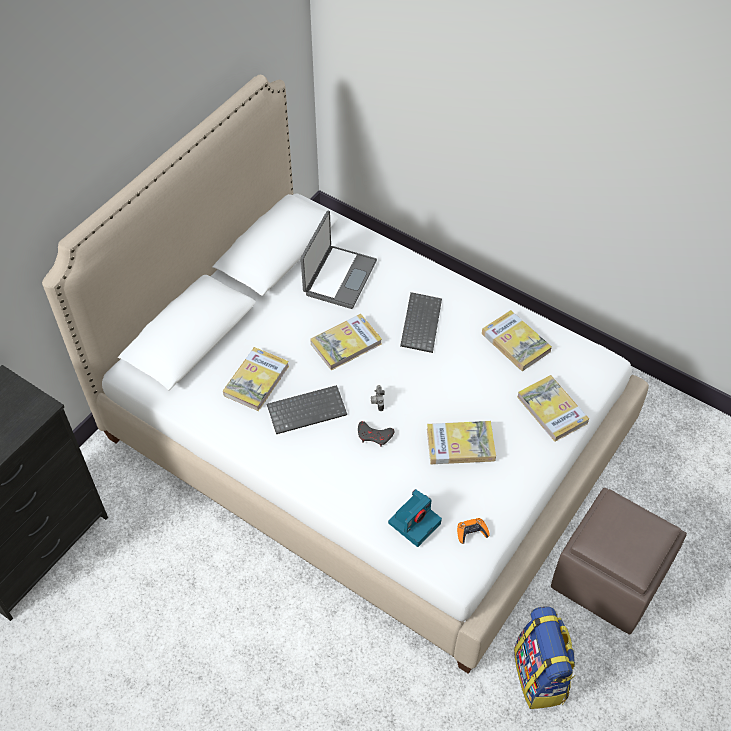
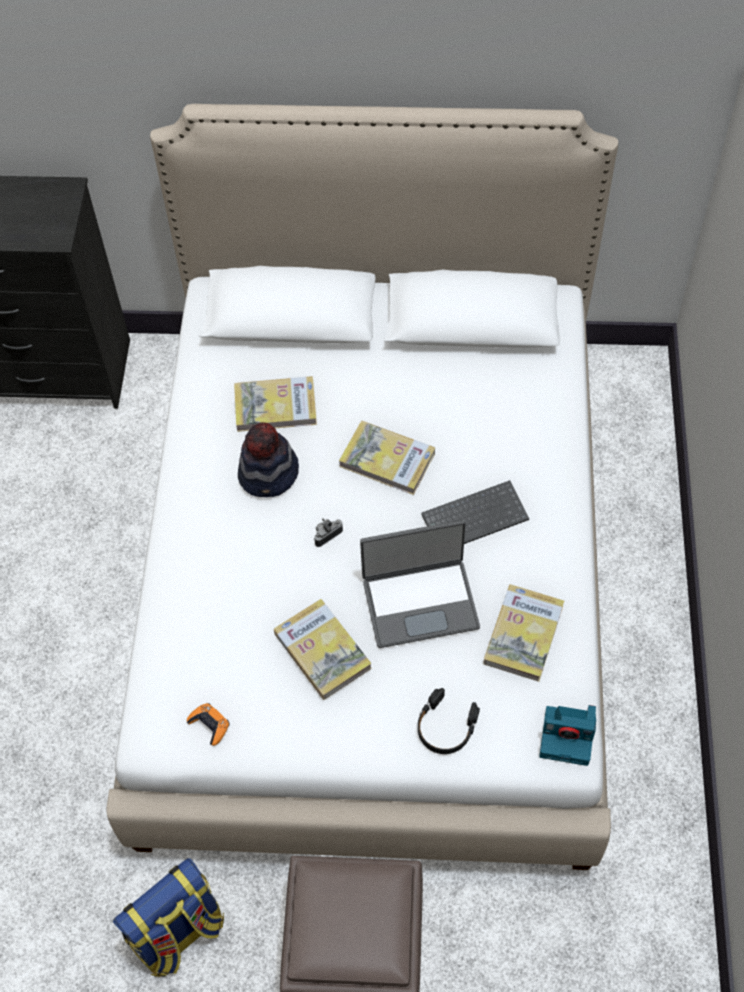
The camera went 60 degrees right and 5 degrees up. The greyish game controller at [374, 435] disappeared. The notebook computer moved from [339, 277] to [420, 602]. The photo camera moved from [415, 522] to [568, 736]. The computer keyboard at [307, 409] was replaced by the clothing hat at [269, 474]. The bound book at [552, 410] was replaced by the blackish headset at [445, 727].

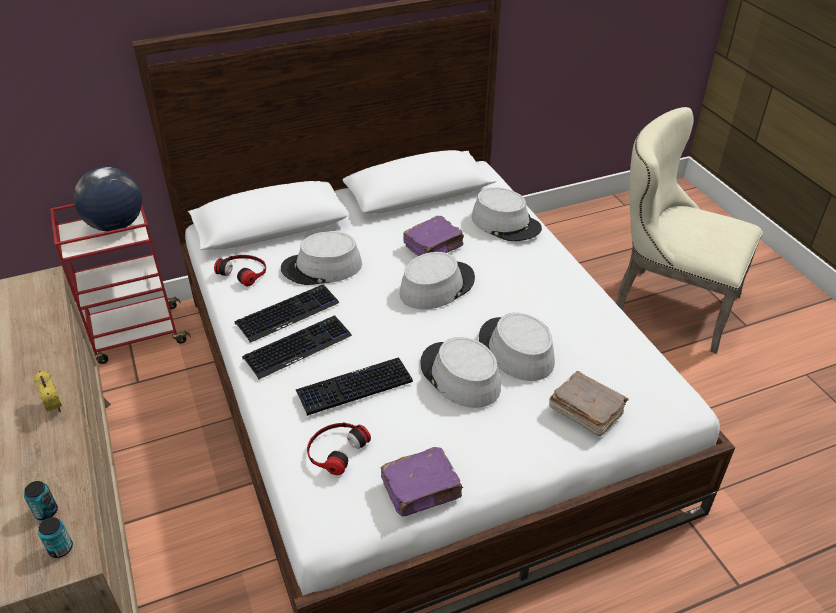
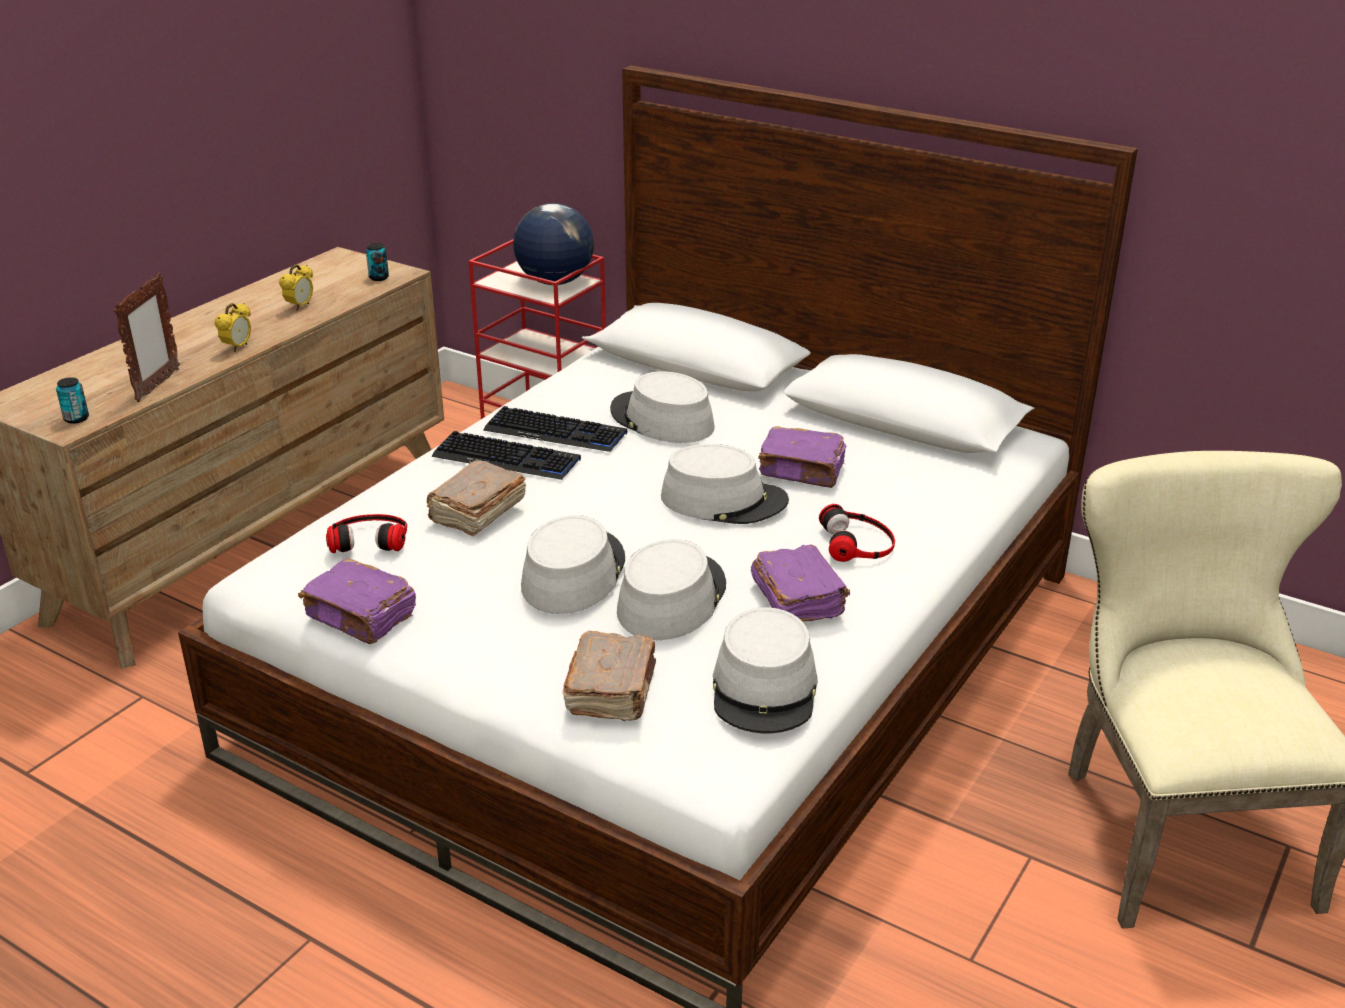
The camera went 55 degrees right and 10 degrees down. The photo frame at [157, 386] appeared. The table clock at [300, 306] appeared. The purple-coloured bound book at [798, 599] appeared. The can moved from [46, 512] to [379, 278]. The headset moved from [244, 271] to [858, 543]. The greyish clothing hat moved from [506, 223] to [765, 688]. The computer keyboard at [354, 387] was replaced by the brown bound book at [476, 512].

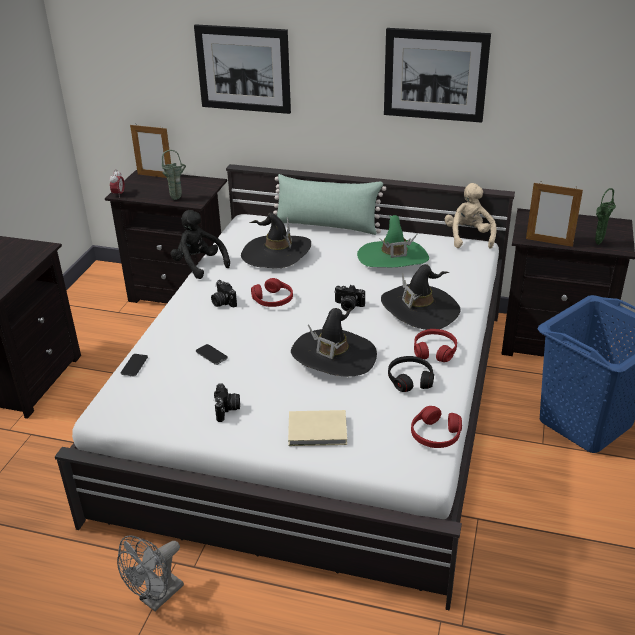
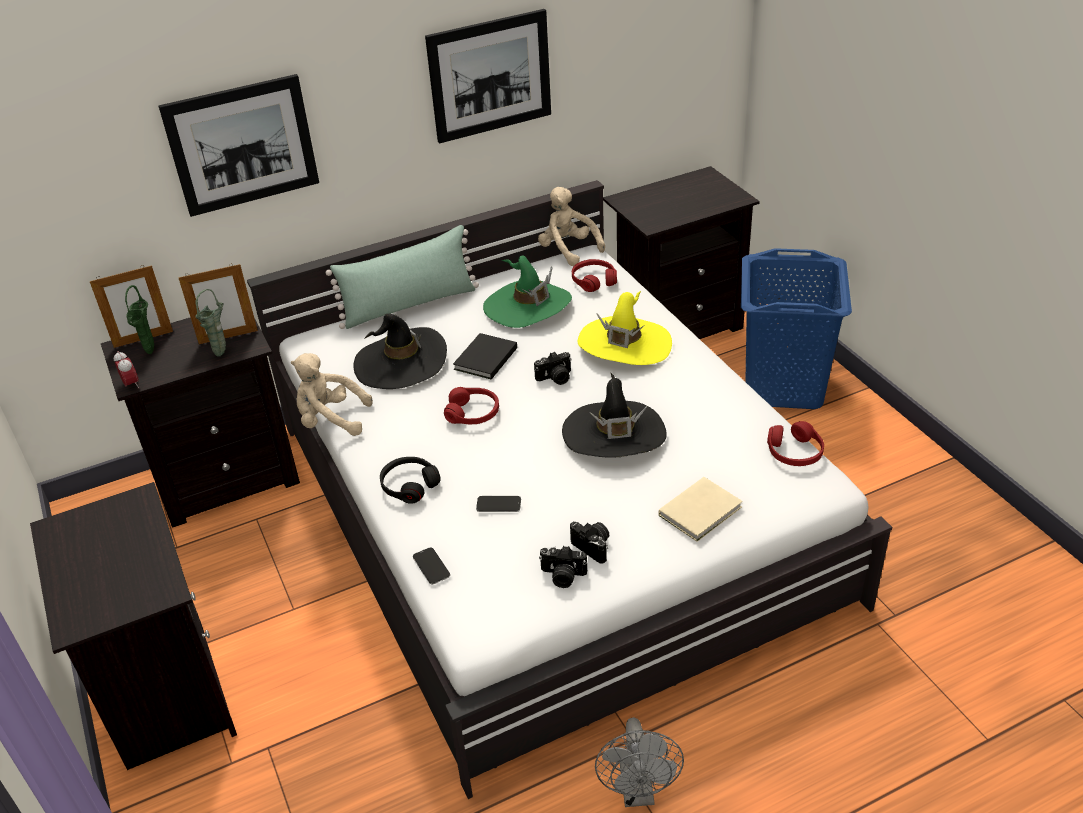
The camera went 40 degrees left and 5 degrees up. The blackish bound book at [484, 359] appeared. The photo camera moved from [222, 302] to [562, 576]. The blackish headset moved from [410, 379] to [409, 485]. The red-coloured headset moved from [434, 350] to [593, 281]. The photo frame moved from [549, 242] to [228, 337]. The green vase moved from [598, 244] to [150, 353]. The blackish soft toy at [199, 265] became the sand-coloured soft toy at [331, 420]. The blackish clothing hat at [420, 309] became the yellow-coloured clothing hat at [624, 345].

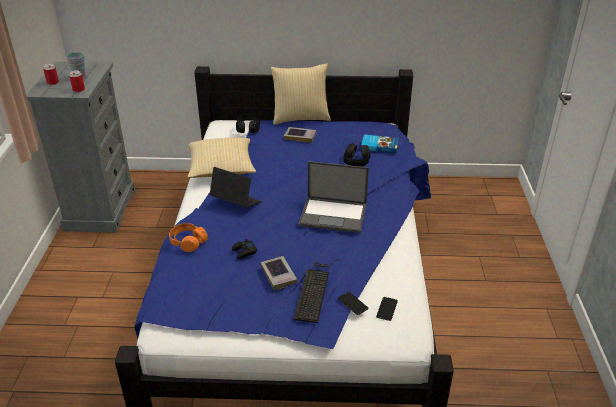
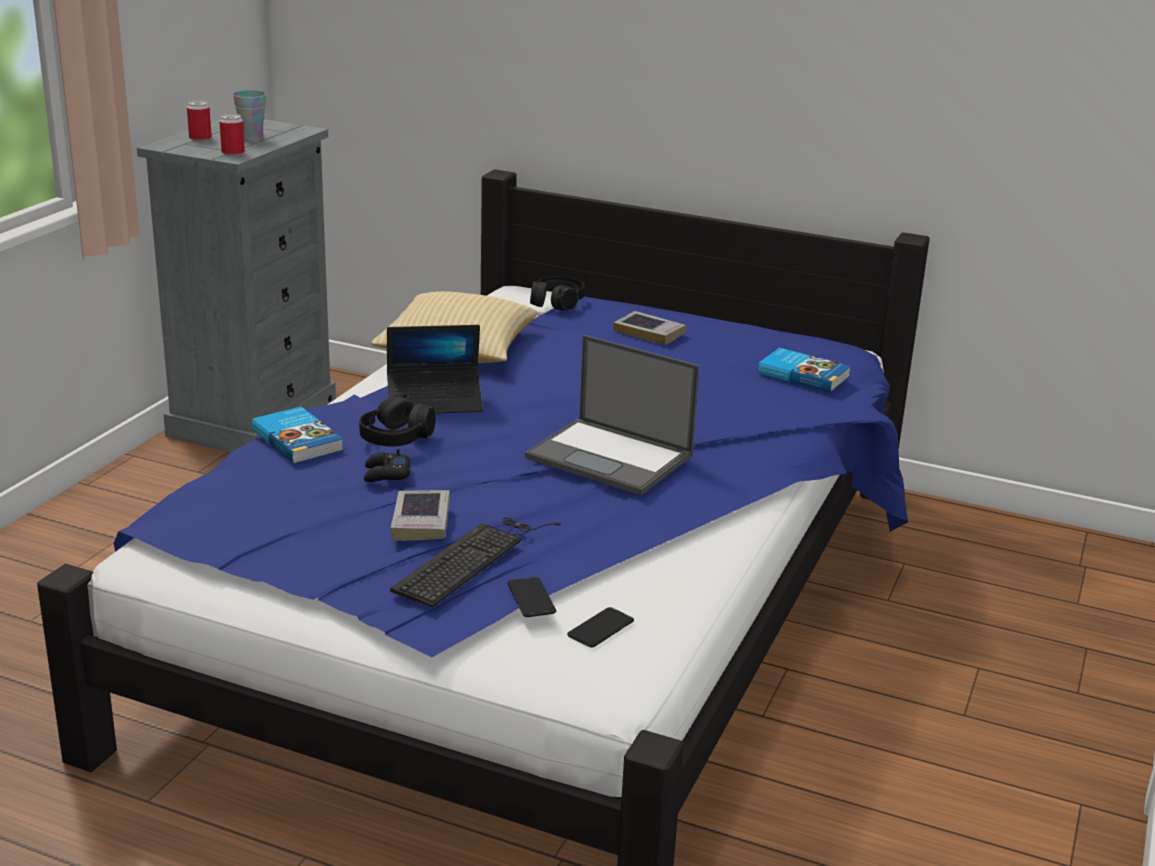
The camera went 20 degrees right and 10 degrees down. The cushion at [300, 118] disappeared. The blackish headset moved from [356, 161] to [396, 437]. The orangey headset at [188, 242] was replaced by the bound book at [298, 440]. The notebook computer at [236, 202] turned 120 degrees clockwise.

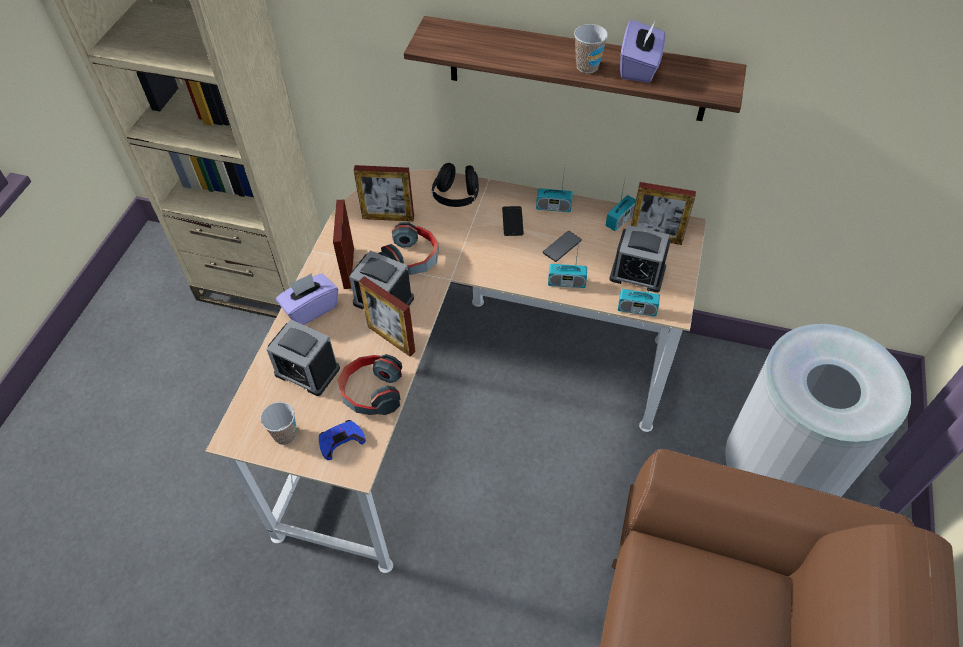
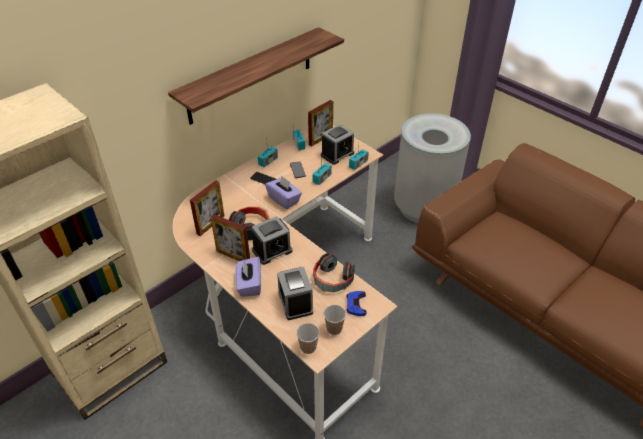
The camera went 60 degrees left and 10 degrees down. The photo frame at [391, 339] disappeared. The blackish headset at [456, 197] disappeared. The drinking cup moved from [587, 66] to [308, 347]. The purple-coloured tissue box moved from [639, 67] to [284, 200]. The table clock at [307, 371] turned 105 degrees clockwise.

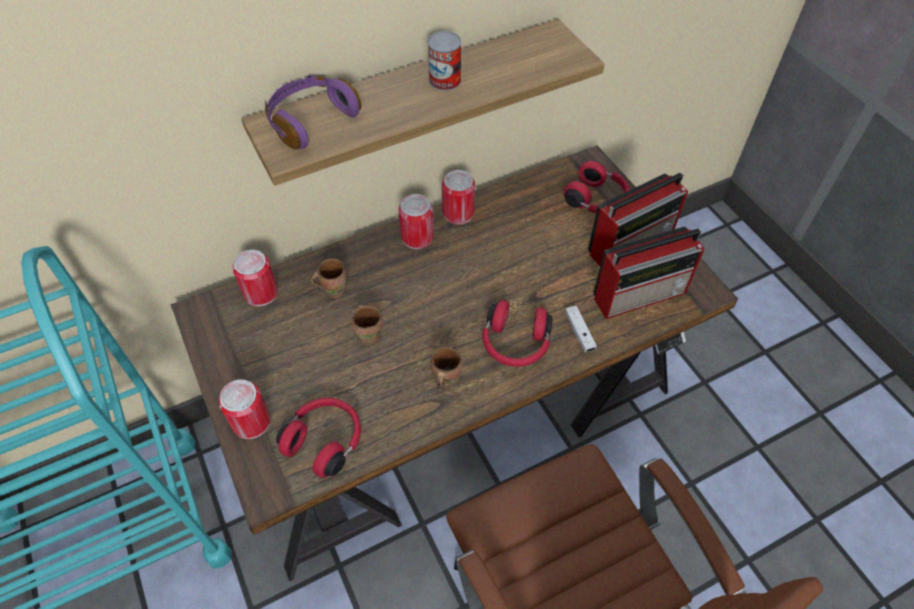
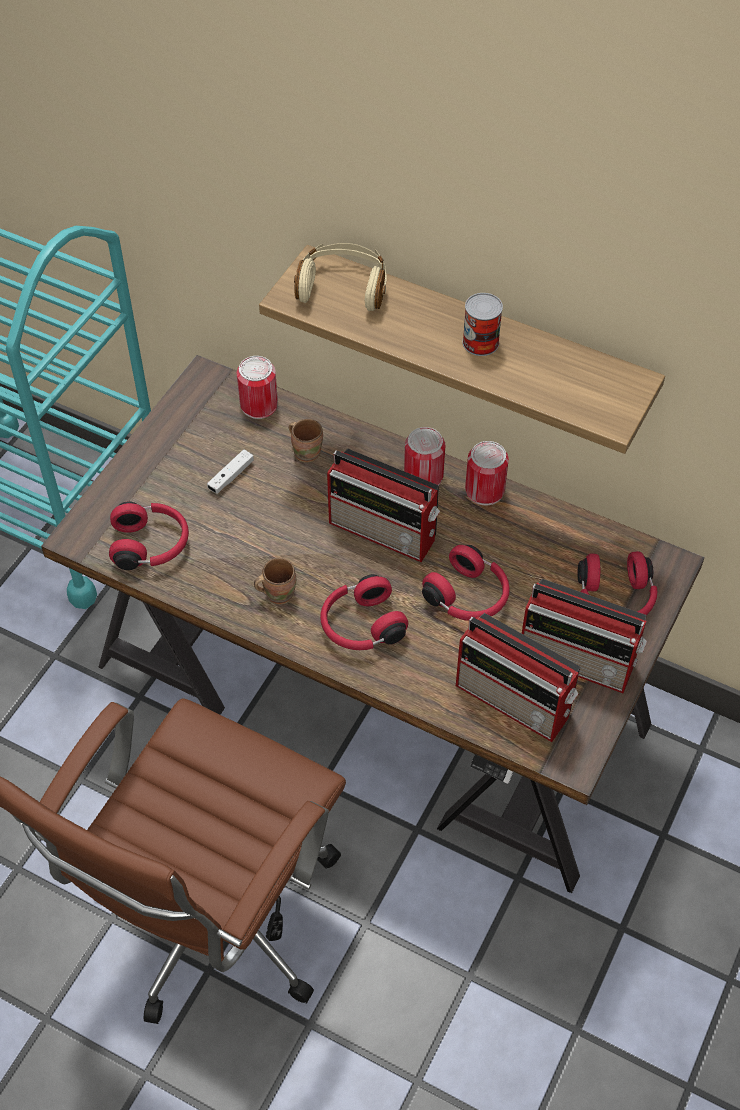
The camera went 55 degrees right and 0 degrees up. The can at [251, 422] disappeared. The brown tea mug at [369, 334] disappeared. The radio set at [385, 531] appeared. The red-coloured headset at [468, 597] appeared. The white-coloured game controller moved from [579, 332] to [231, 476]. The purple-coloured headset at [310, 120] became the sand-coloured headset at [343, 287].

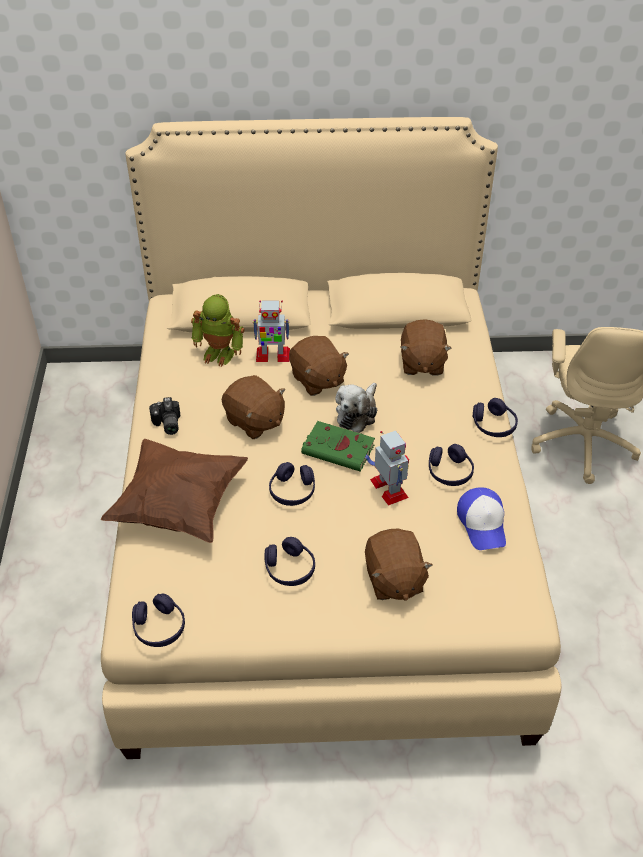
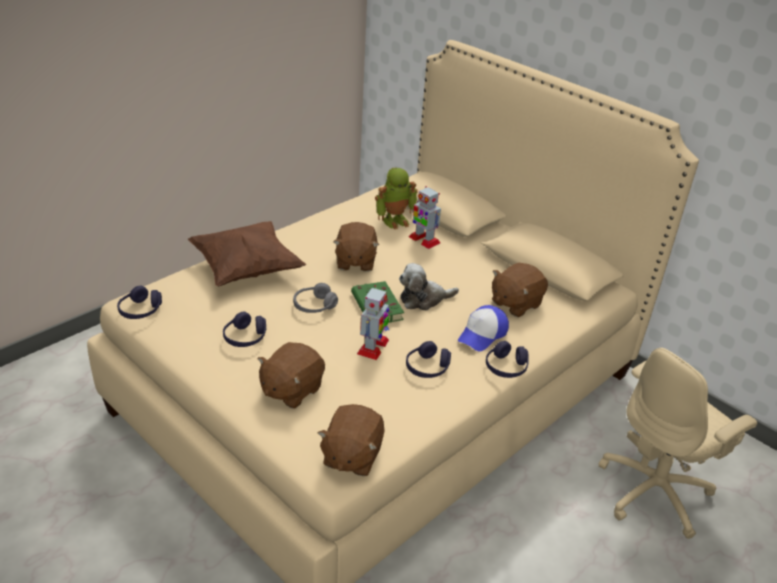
The camera went 45 degrees right and 10 degrees down. The photo camera at [166, 424] disappeared. The brown soft toy moved from [317, 380] to [351, 456]. The baseball cap moved from [482, 524] to [482, 334]. The purple-coloured headset at [292, 491] became the greyish headset at [314, 306]. The toy robot at [220, 353] turned 90 degrees counterclockwise.

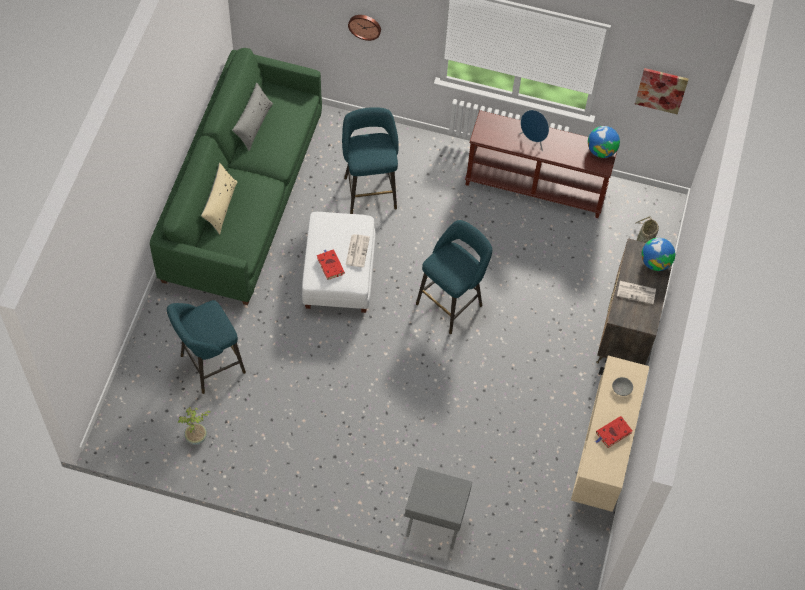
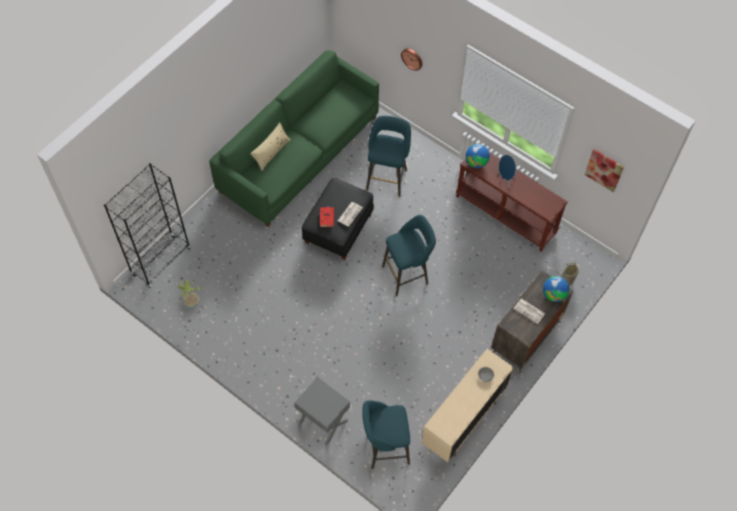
The camera went 25 degrees right and 0 degrees up. The greyish cushion at [253, 125] disappeared. The red-coloured bound book at [613, 433] disappeared. The blackish shelving unit at [161, 261] appeared. The blue-green stool seat moved from [209, 366] to [384, 448]. The desk globe moved from [601, 151] to [476, 162]. The white-coloured footrest at [339, 276] became the blackish footrest at [338, 229].

